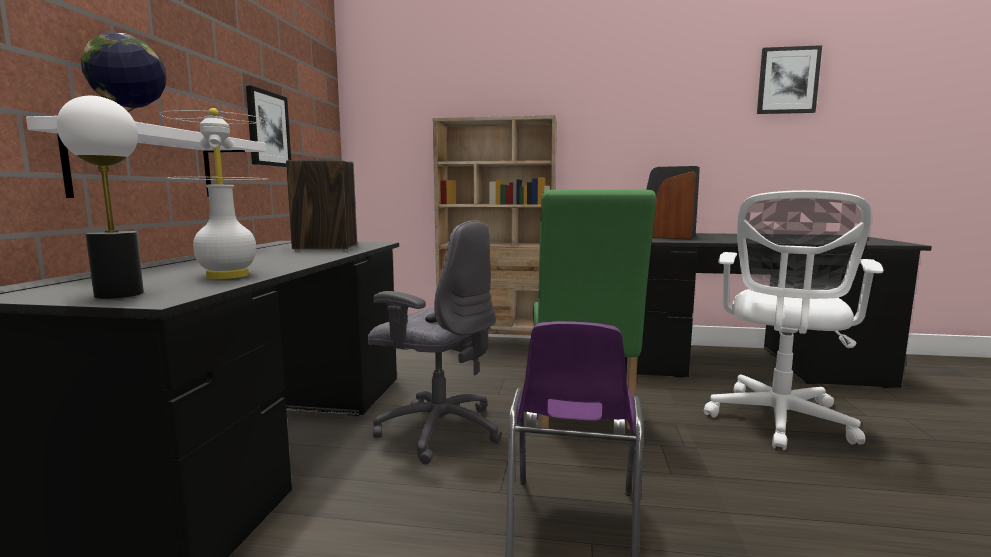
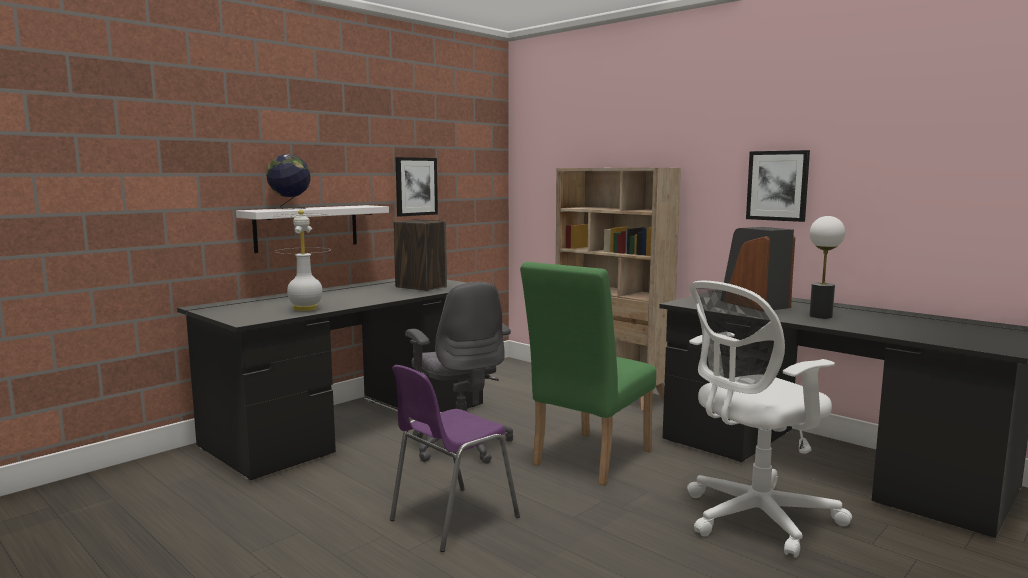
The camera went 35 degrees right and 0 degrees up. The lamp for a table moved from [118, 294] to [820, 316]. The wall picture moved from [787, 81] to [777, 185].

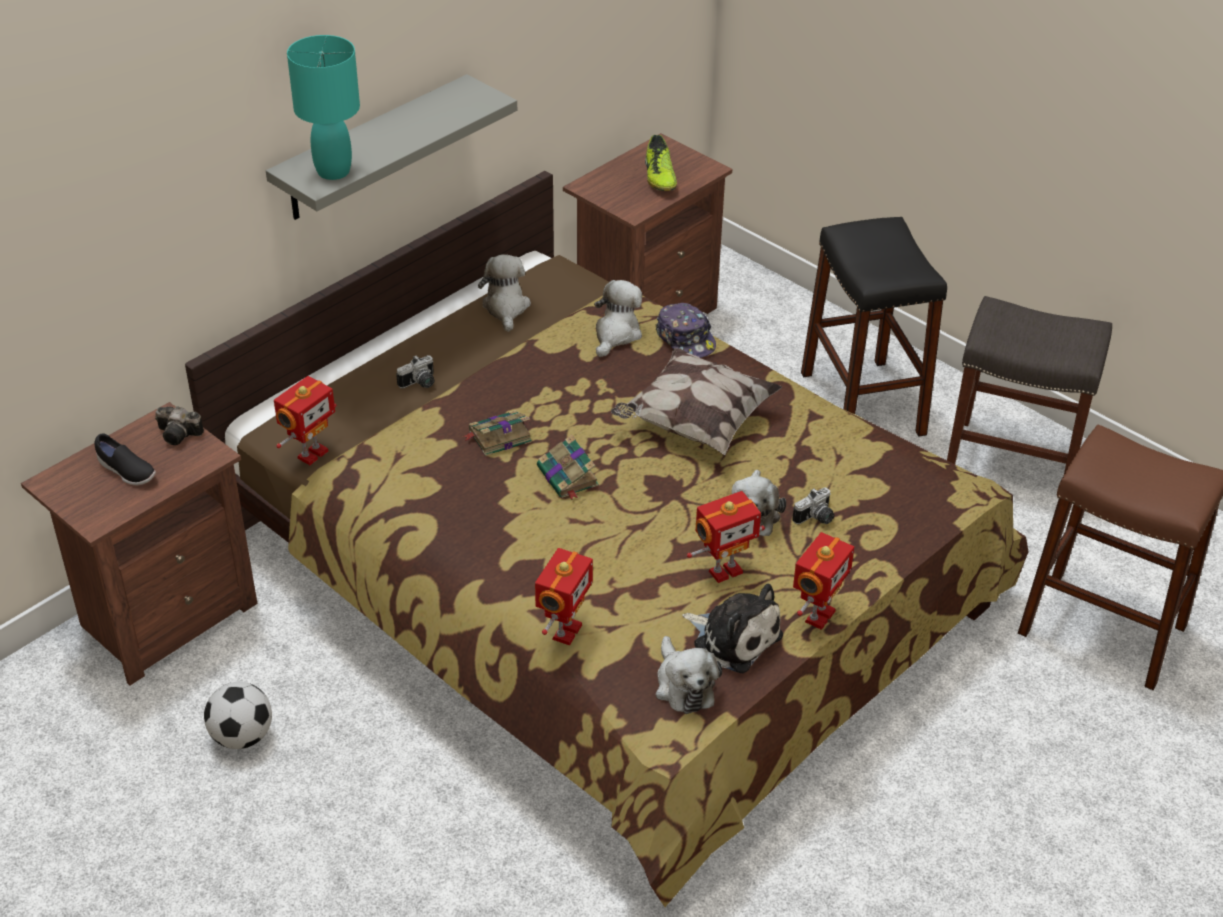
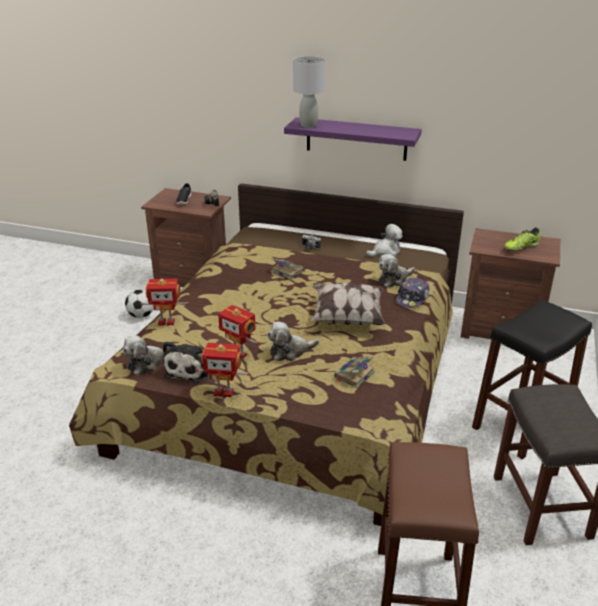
The camera went 65 degrees right and 10 degrees down. The toy robot at [311, 454] disappeared. The photo camera at [816, 519] disappeared. The bound book moved from [568, 477] to [354, 375]. The greyish shelf at [372, 149] became the purple-coloured shelf at [356, 139]. The blue-green lamp for a table at [334, 172] became the greyish lamp for a table at [308, 125]. The soft toy at [616, 334] turned 150 degrees clockwise.

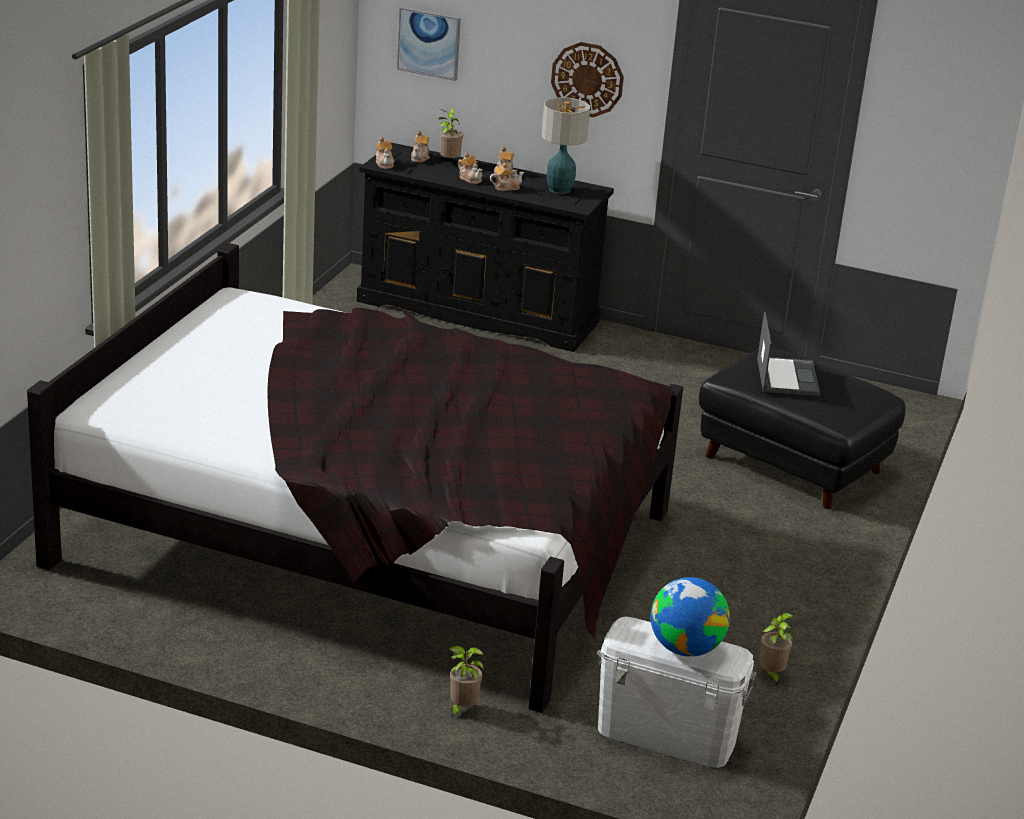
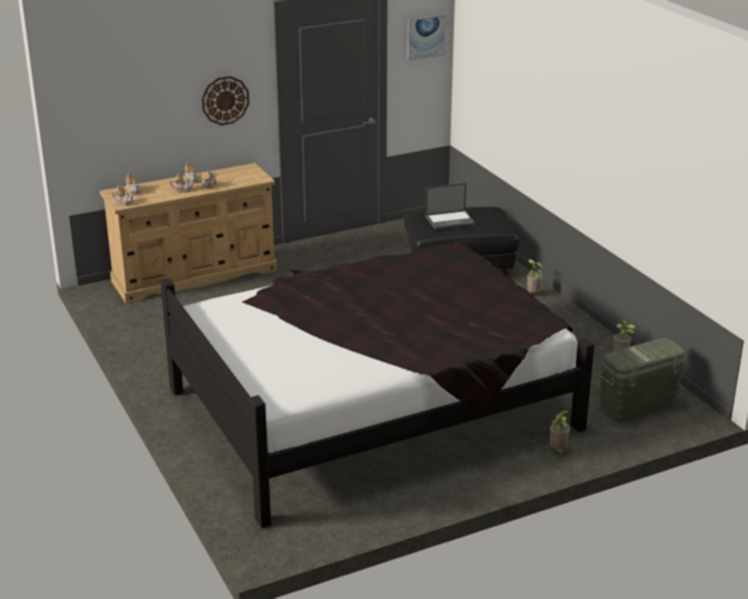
The camera went 45 degrees left and 0 degrees up. The lamp for a table at [559, 189] disappeared. The desk globe at [685, 648] disappeared. The wall picture moved from [429, 43] to [425, 36]. The potted plant moved from [448, 162] to [532, 294]. The blackish dresser at [479, 312] became the sand-coloured dresser at [195, 275]. The white-coloured storage bin at [666, 735] became the green storage bin at [637, 406]. The notebook computer at [787, 376] turned 120 degrees clockwise.

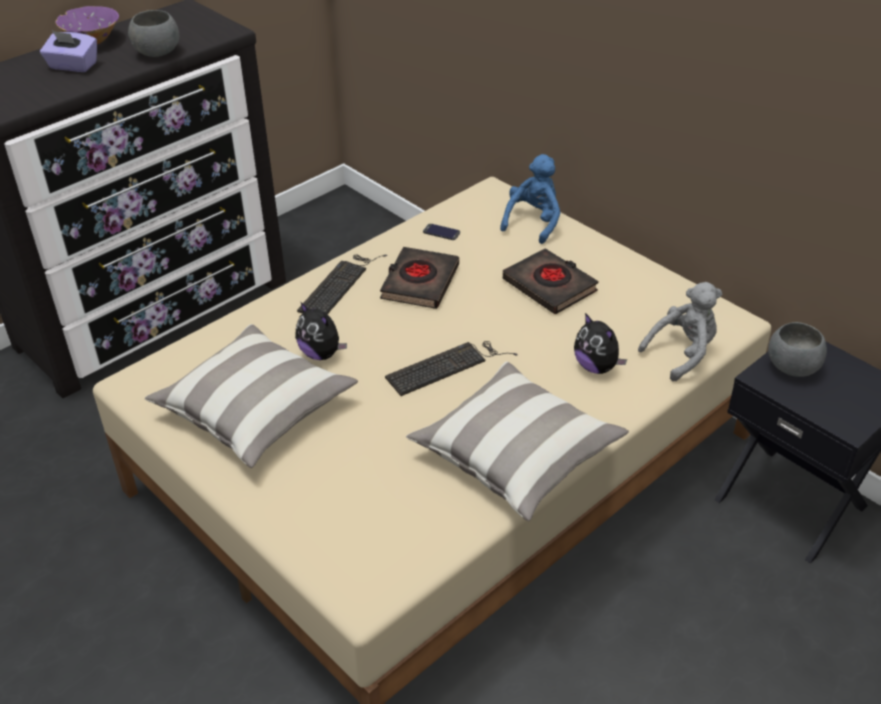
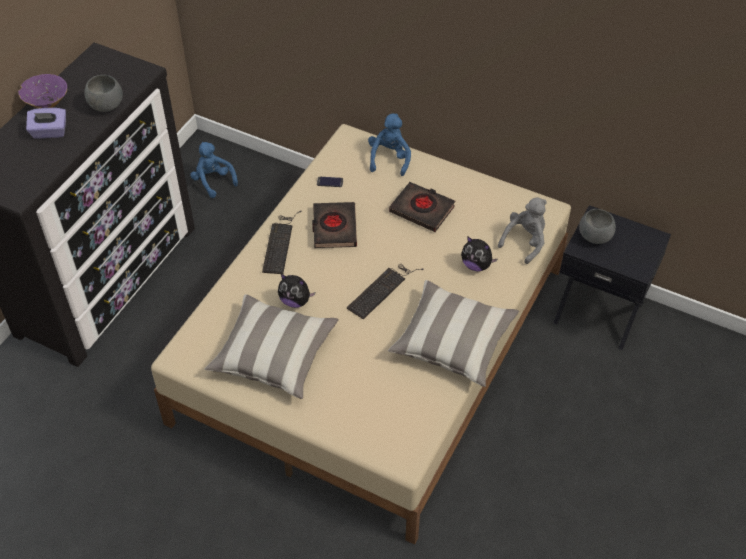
The camera went 20 degrees left and 10 degrees up. The bluish soft toy at [213, 181] appeared.

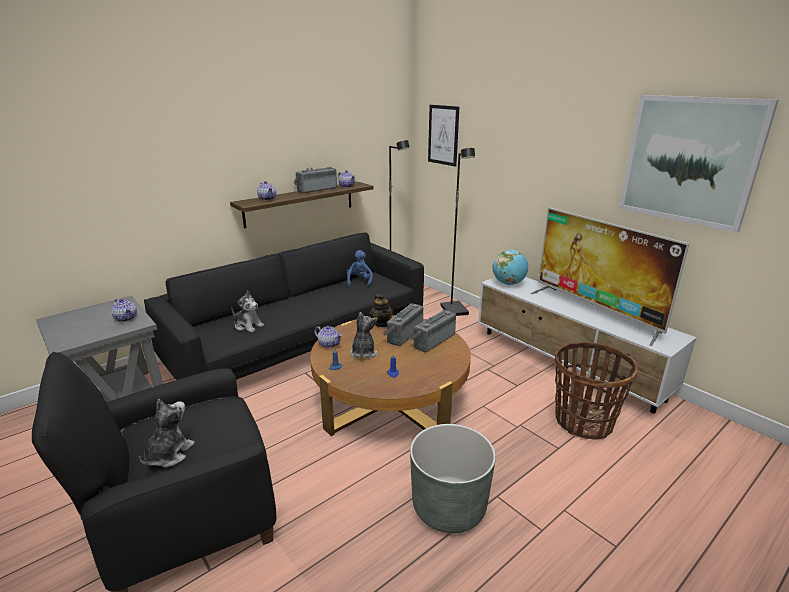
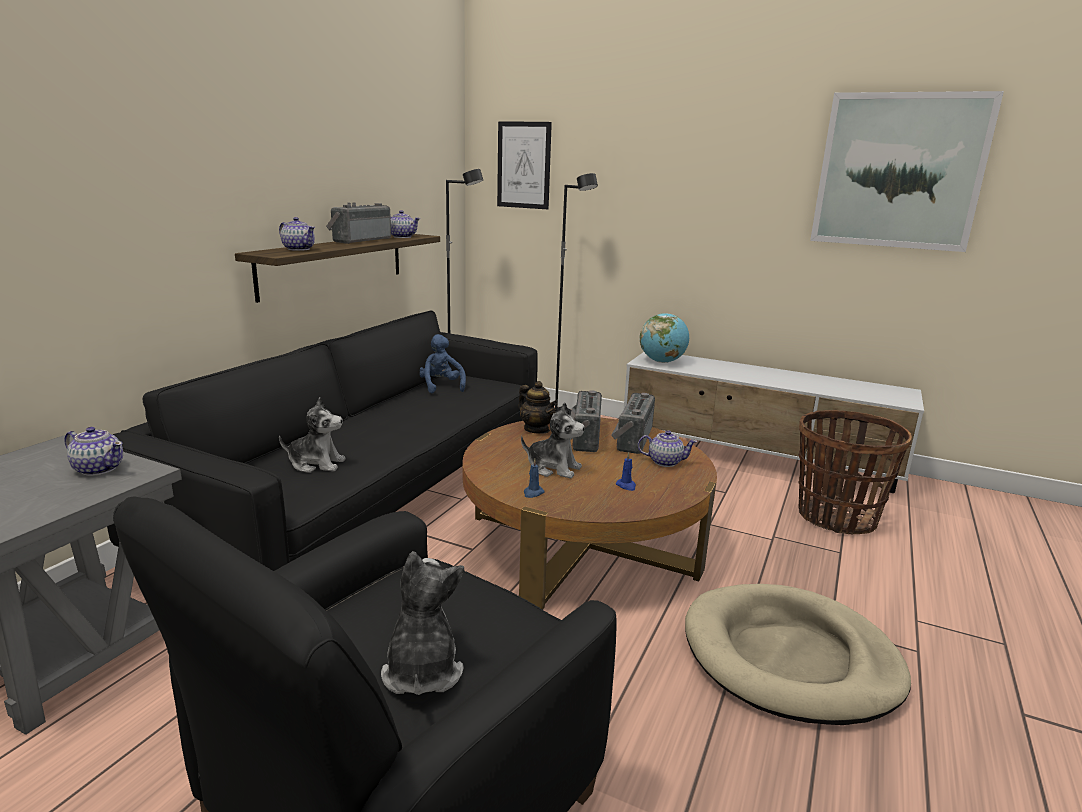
The camera went 25 degrees left and 5 degrees down. The TV at [595, 312] disappeared. The teapot moved from [329, 344] to [664, 462]. The greyish planter at [449, 507] was replaced by the sand-coloured dog cushion at [790, 658]. The soft toy at [363, 353] turned 135 degrees clockwise.

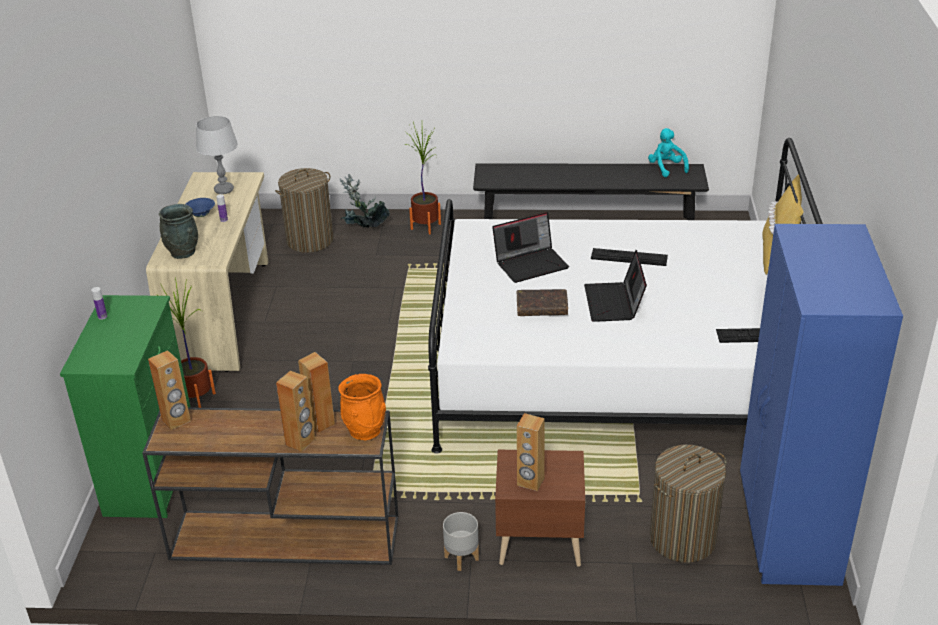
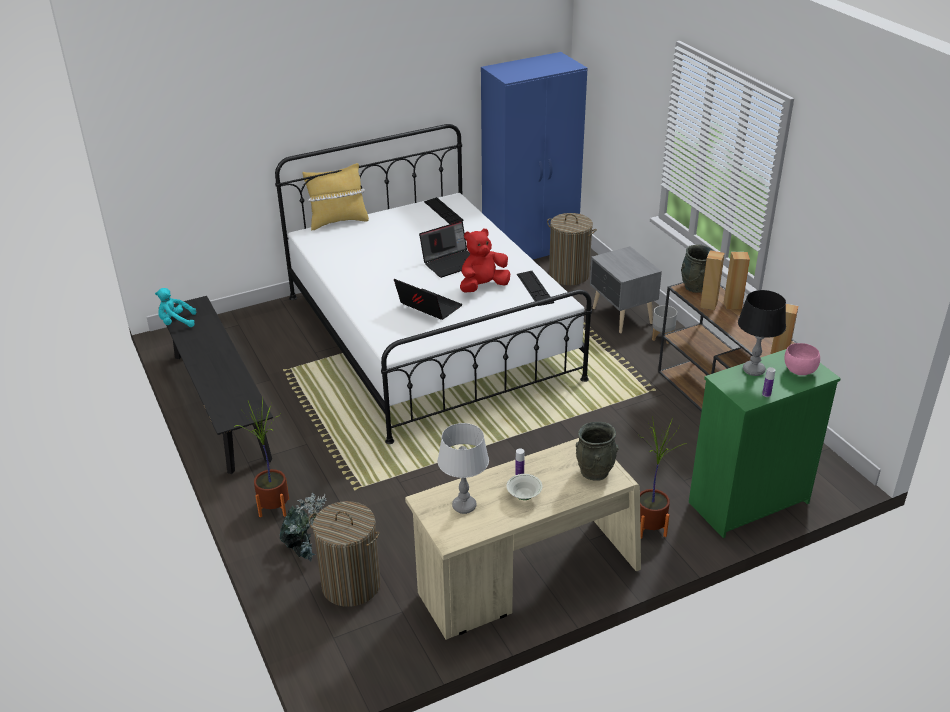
The camera went 120 degrees left and 0 degrees up. The brown speaker at [530, 482] disappeared. The blackish lamp for a table at [753, 370] appeared. The pinkish bowl at [798, 371] appeared. The computer keyboard moved from [629, 257] to [535, 288]. The brown bound book at [542, 308] was replaced by the red-coloured soft toy at [483, 286]. The bluish bowl at [201, 215] became the white-coloured bowl at [524, 496]. The orangey vase at [365, 430] became the greyish vase at [694, 287]. The brown bedside table at [538, 542] became the greyish bedside table at [621, 316]. The blue-green soft toy at [666, 168] turned 45 degrees clockwise.

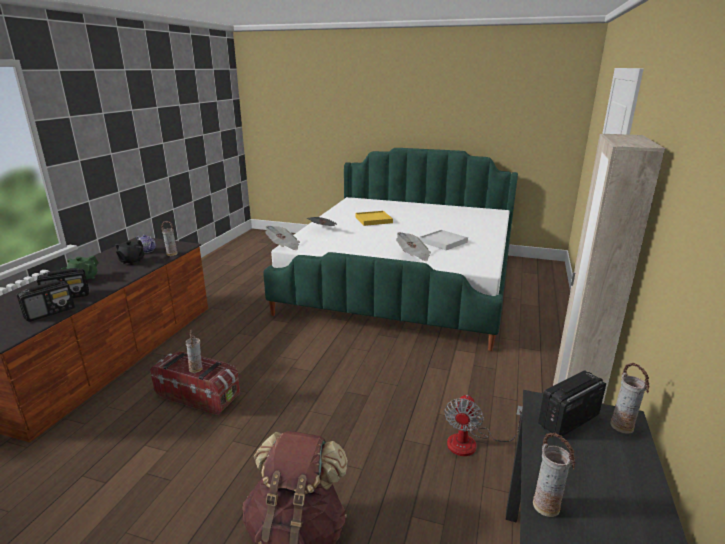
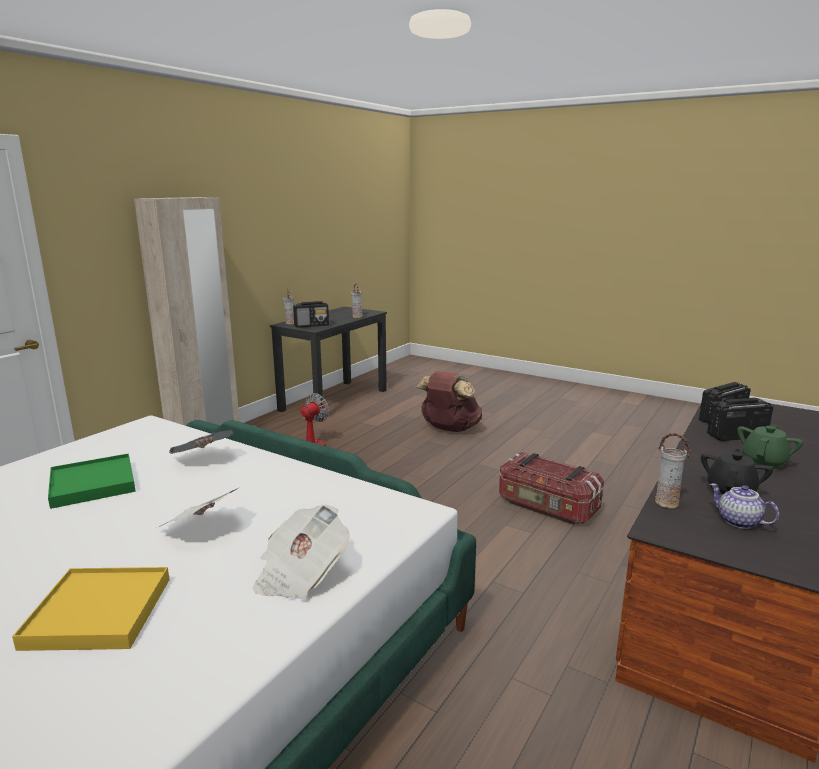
The camera went 165 degrees left and 5 degrees down. The vase at [196, 369] disappeared. The printed paper moved from [284, 246] to [200, 527]. The white-coloured tray at [443, 242] became the green tray at [92, 484].

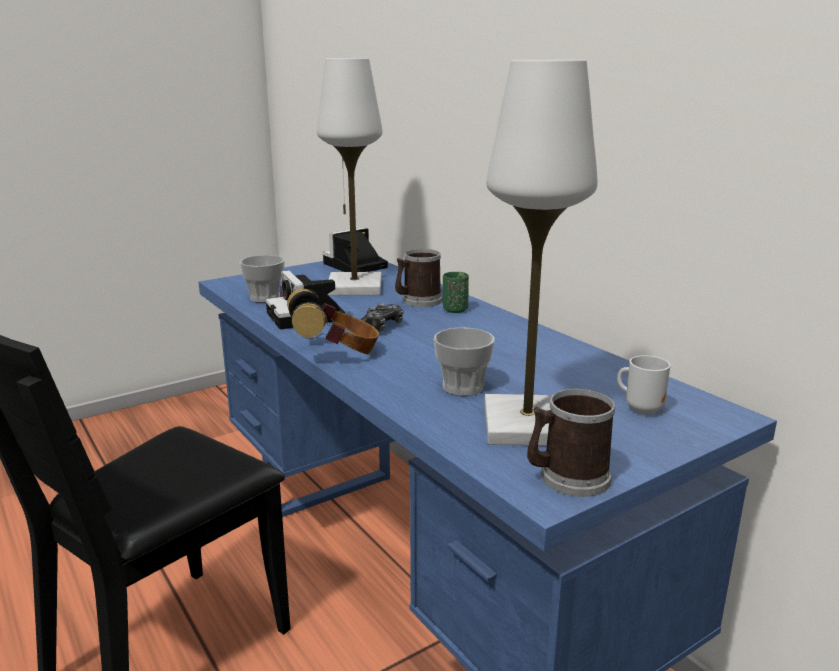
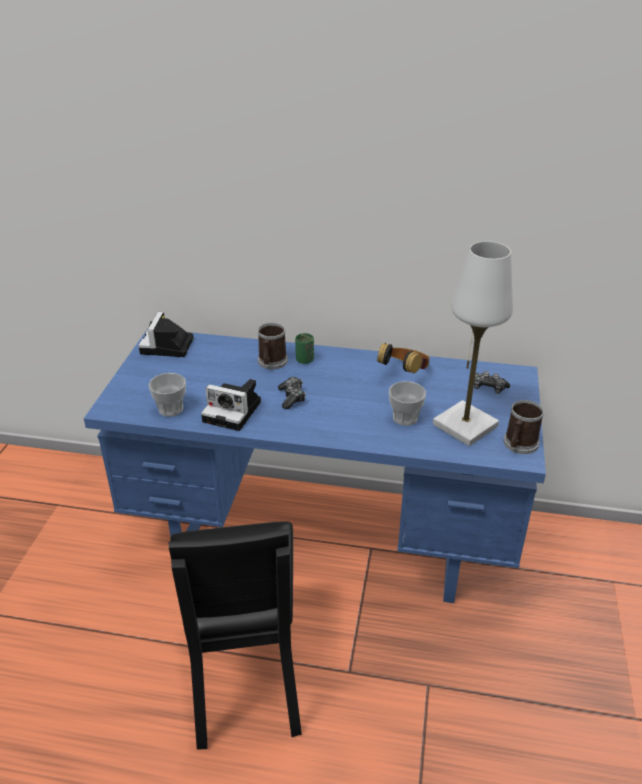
The camera went 45 degrees left and 15 degrees up. The white-coloured lamp for a table at [354, 287] disappeared. The headset moved from [336, 354] to [404, 374]. The tea mug at [641, 408] was replaced by the game controller at [488, 388].

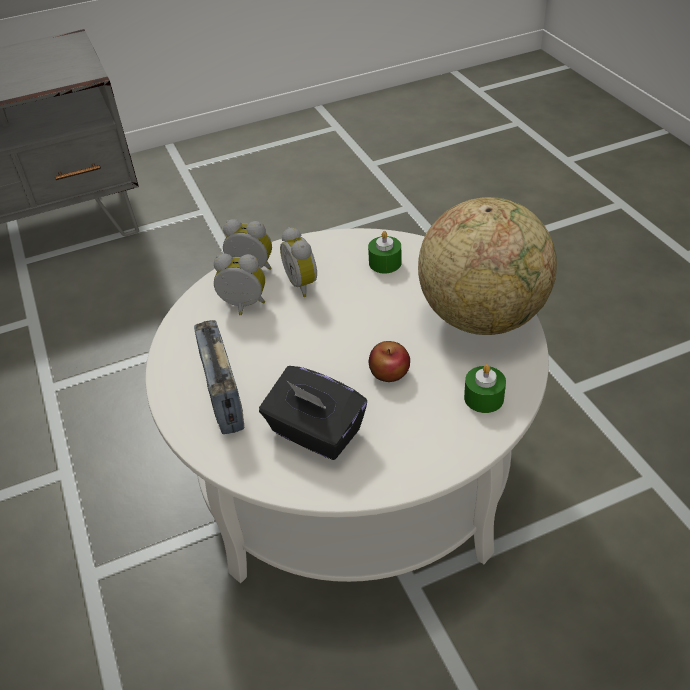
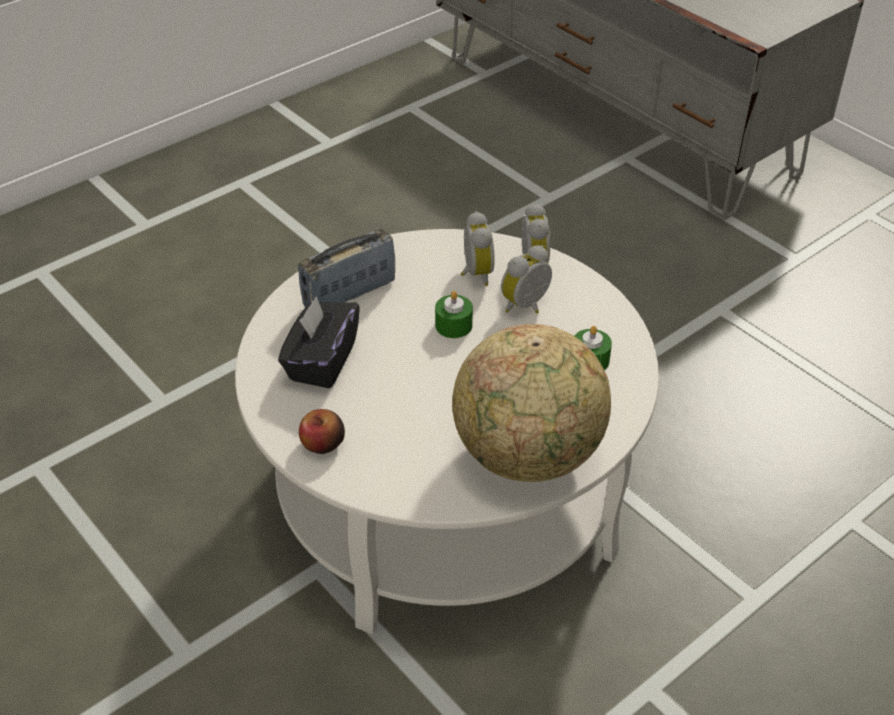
The camera went 70 degrees right and 0 degrees up. The apple fruit moved from [389, 373] to [323, 443]. The green candle moved from [484, 398] to [453, 325].

